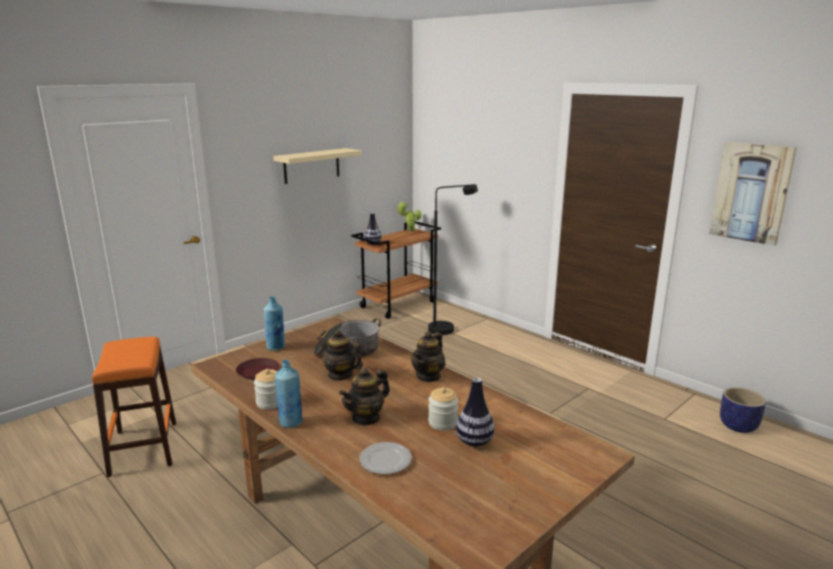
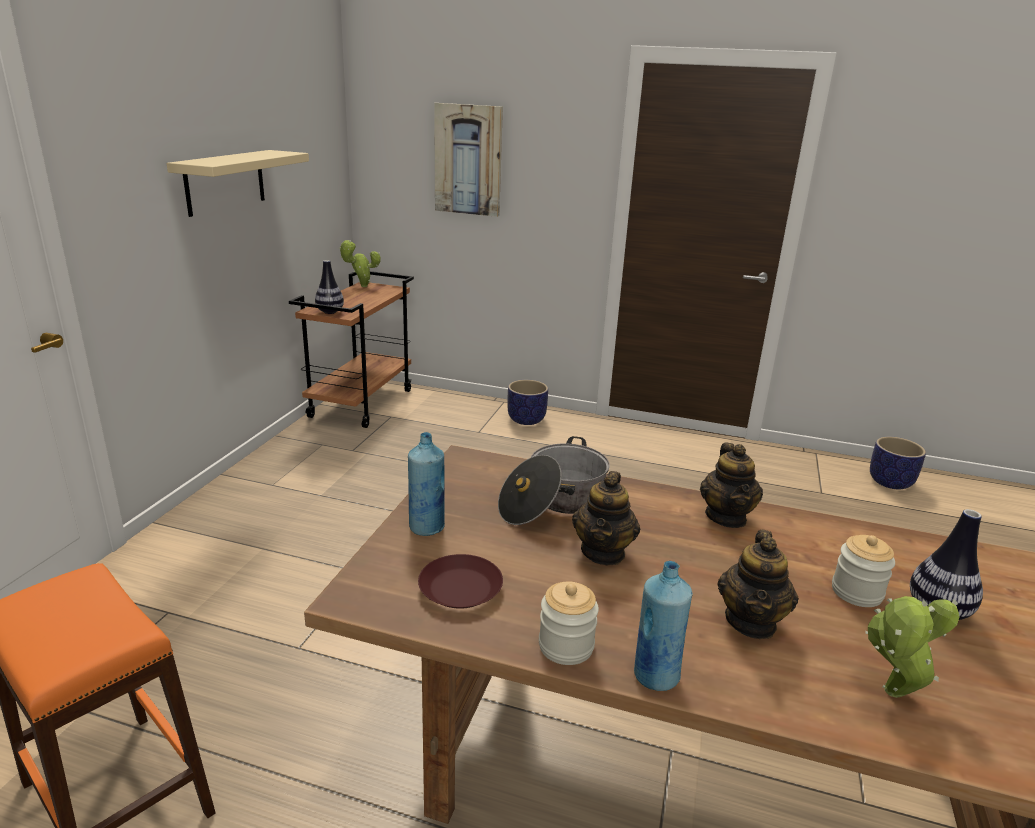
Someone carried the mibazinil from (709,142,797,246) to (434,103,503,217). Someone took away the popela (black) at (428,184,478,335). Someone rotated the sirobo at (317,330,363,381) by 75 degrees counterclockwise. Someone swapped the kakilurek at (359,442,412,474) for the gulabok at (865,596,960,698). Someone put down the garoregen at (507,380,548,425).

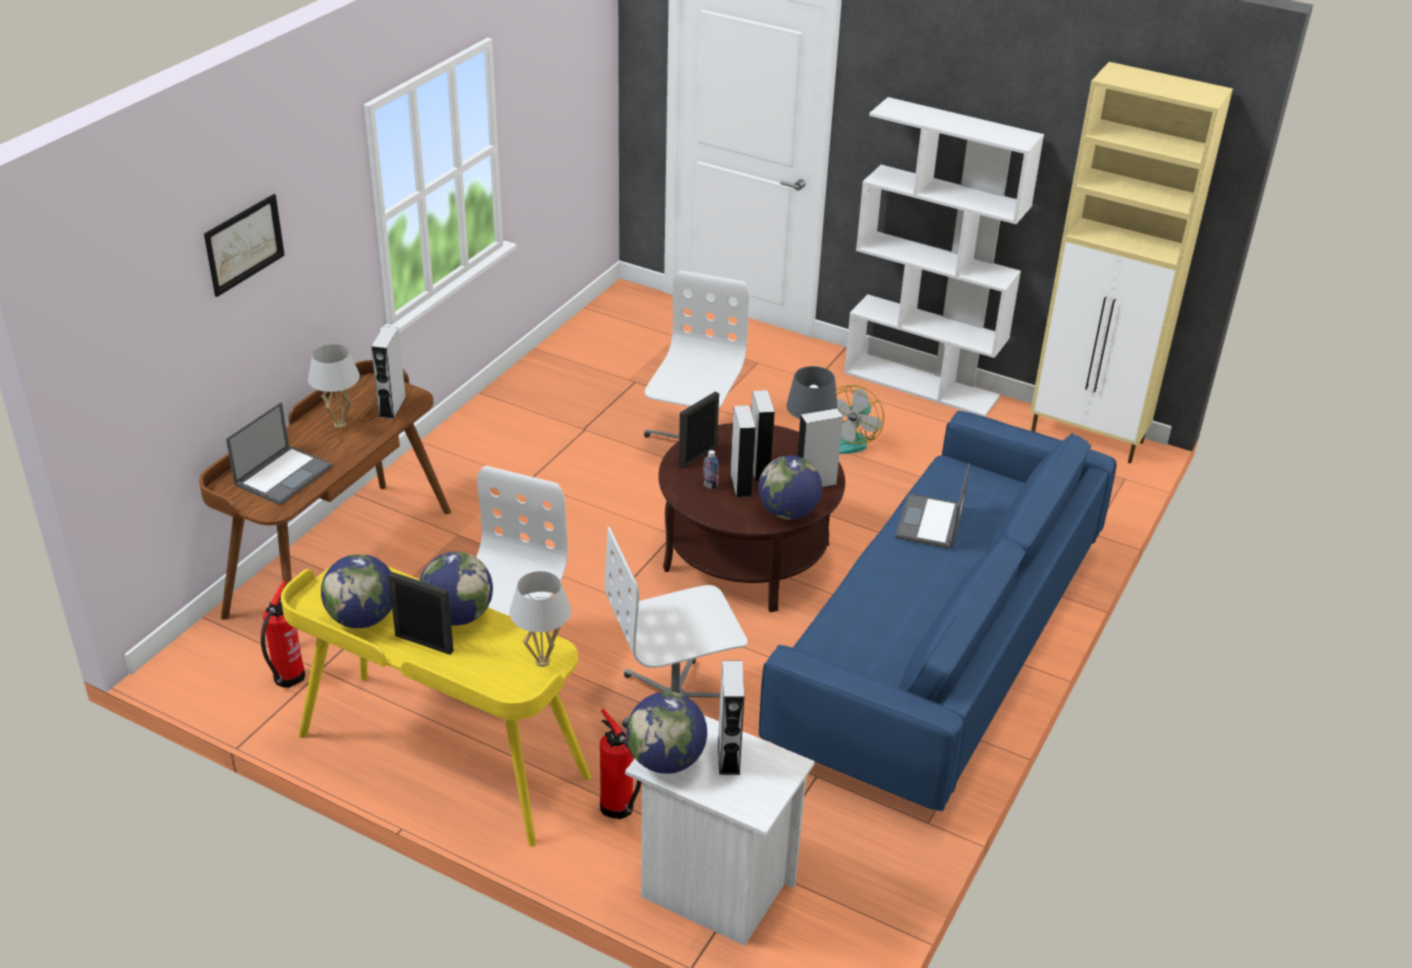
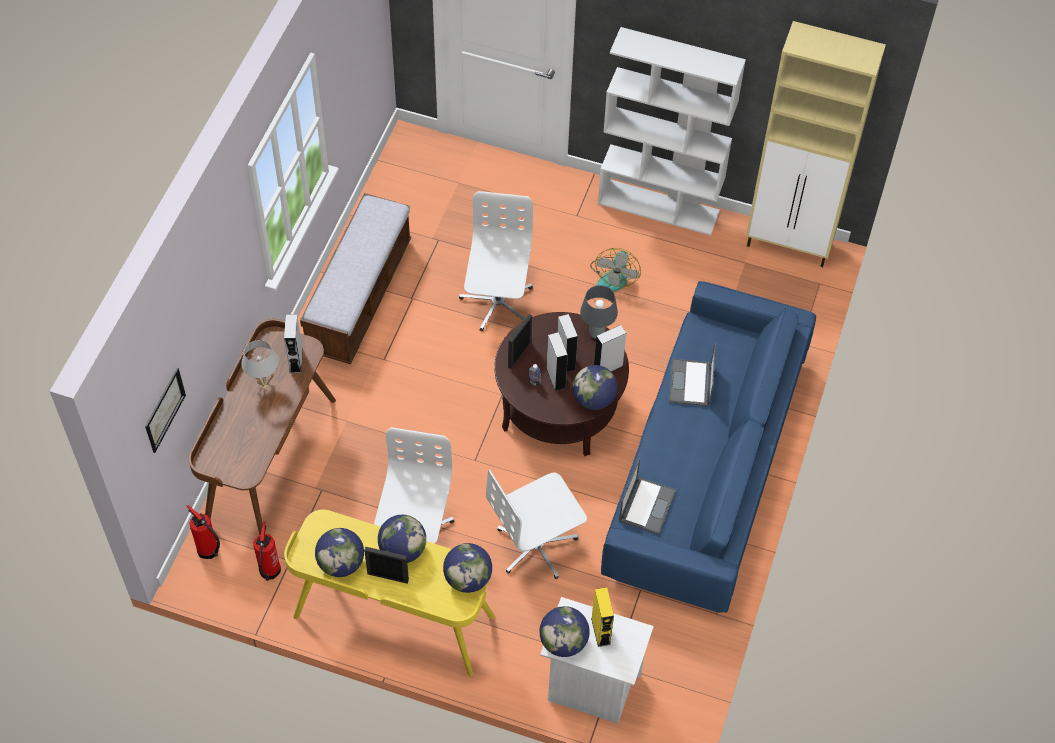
Someone carried the mibazinil from (204,194,285,297) to (145,368,186,453). Someone carried the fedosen from (226,402,333,505) to (619,458,676,535). Someone swapped the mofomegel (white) at (510,571,571,667) for the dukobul at (443,543,492,593). Someone repainted the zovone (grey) at (718,660,744,775), which became the zovone (yellow) at (591,587,614,647). Someone carried the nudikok from (600,709,642,819) to (187,505,220,559). Someone put down the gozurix at (300,193,411,364).

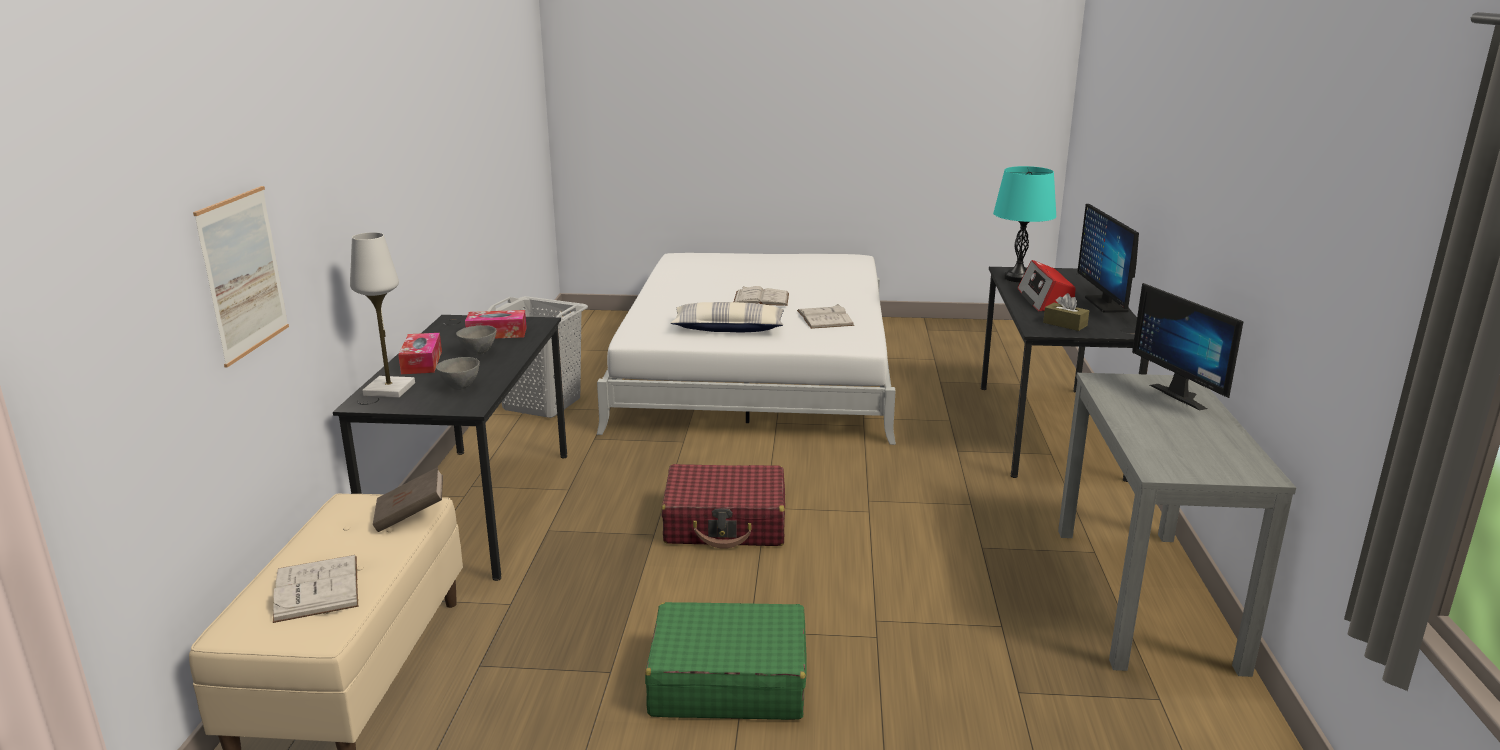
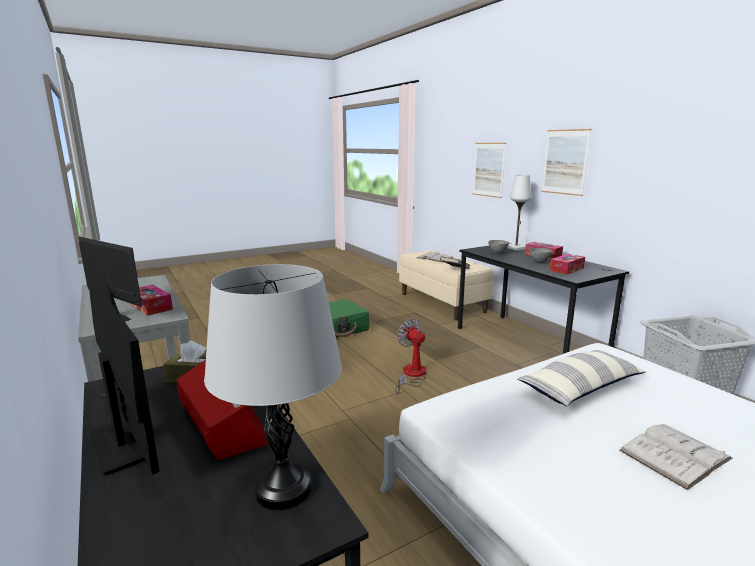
Someone repainted the mofomegel (turquoise) at (993,166,1056,282), which became the mofomegel (grey) at (204,264,342,510). Someone took away the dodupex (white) at (797,304,854,329). Someone swapped the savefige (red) at (661,464,785,549) for the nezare at (395,319,427,394). Someone put up the mibazinil at (541,129,591,196). Someone put down the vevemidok at (130,285,173,316).

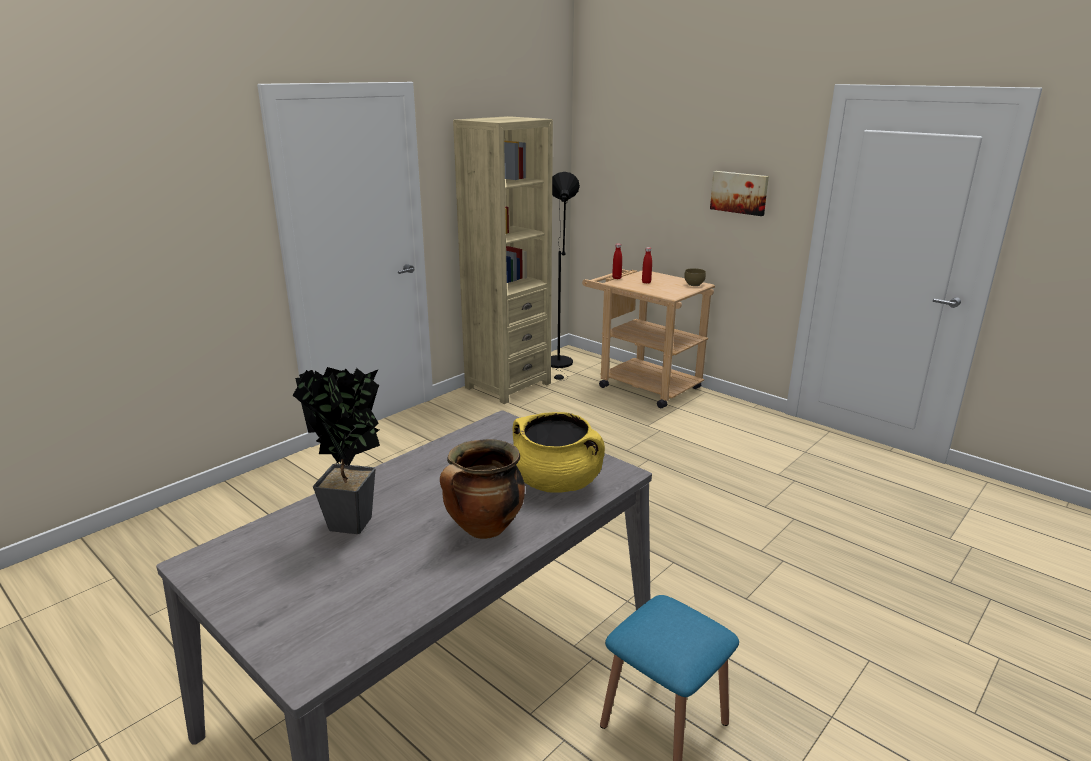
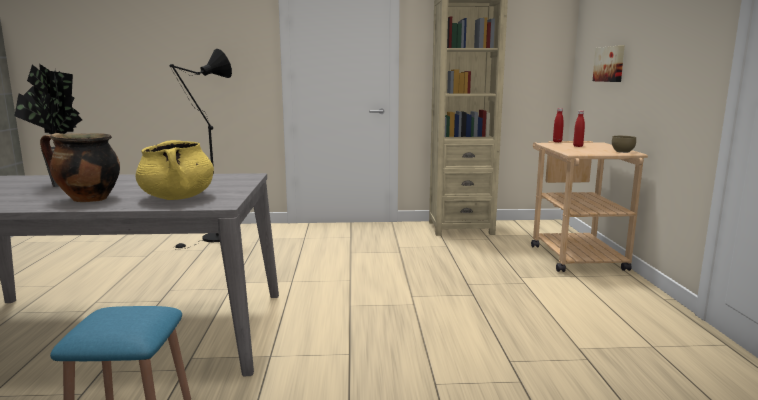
Someone carried the mibazinil from (710,171,769,216) to (593,45,625,82). Someone carried the popela (black) from (551,172,580,381) to (170,49,232,250).

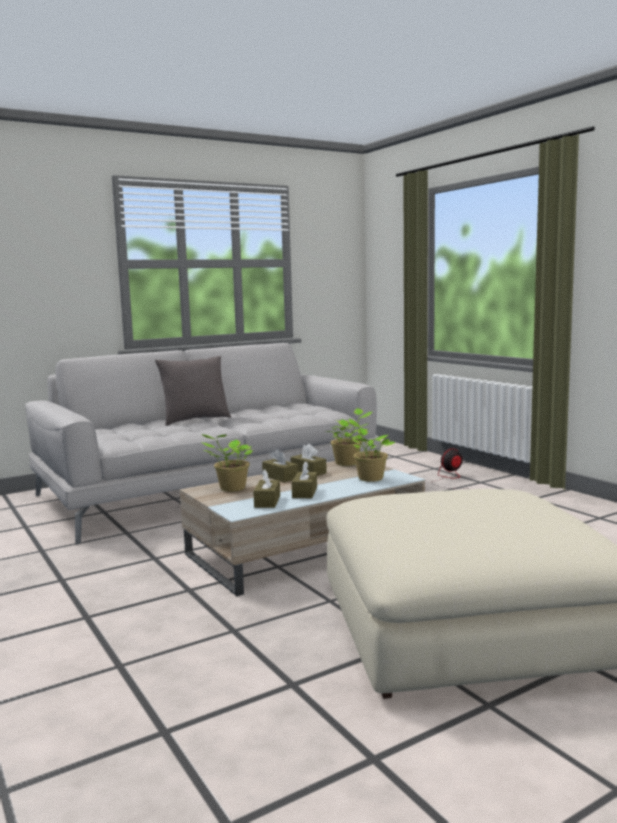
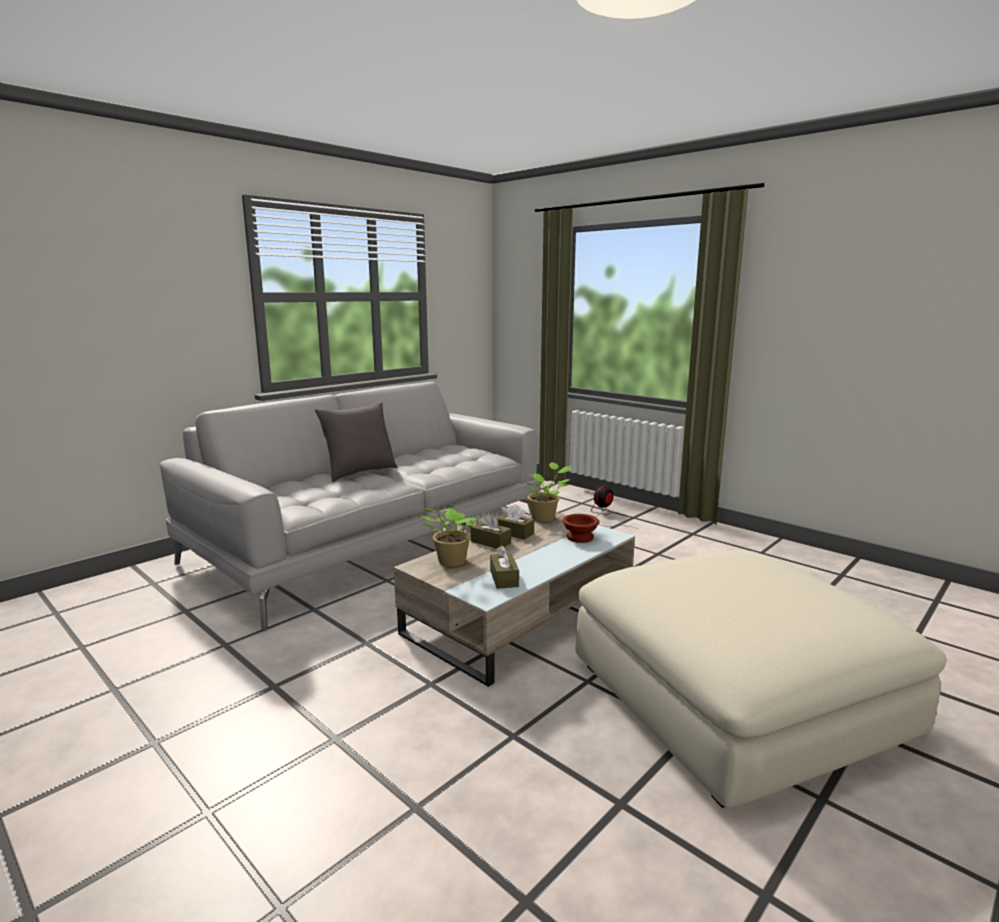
Someone swapped the gulabok at (349,419,396,482) for the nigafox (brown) at (562,514,599,543). Someone took away the vevemidok (brown) at (292,461,317,498).

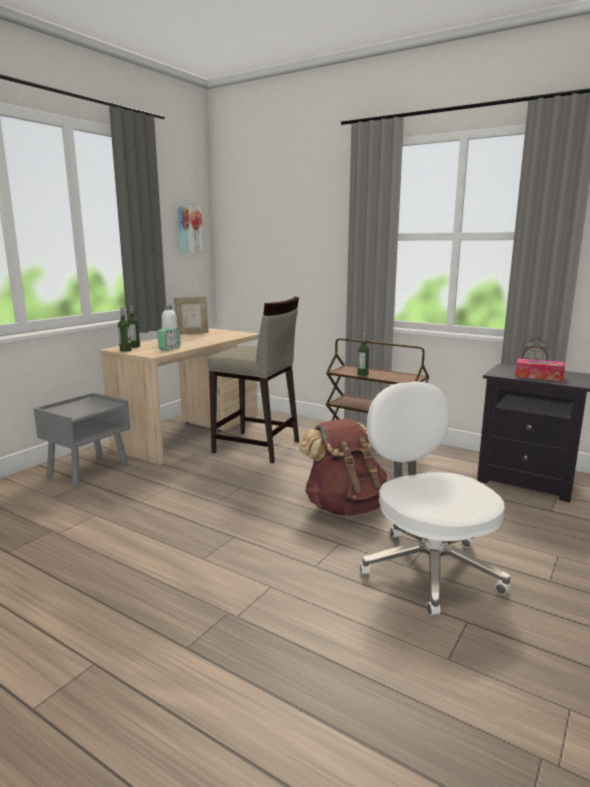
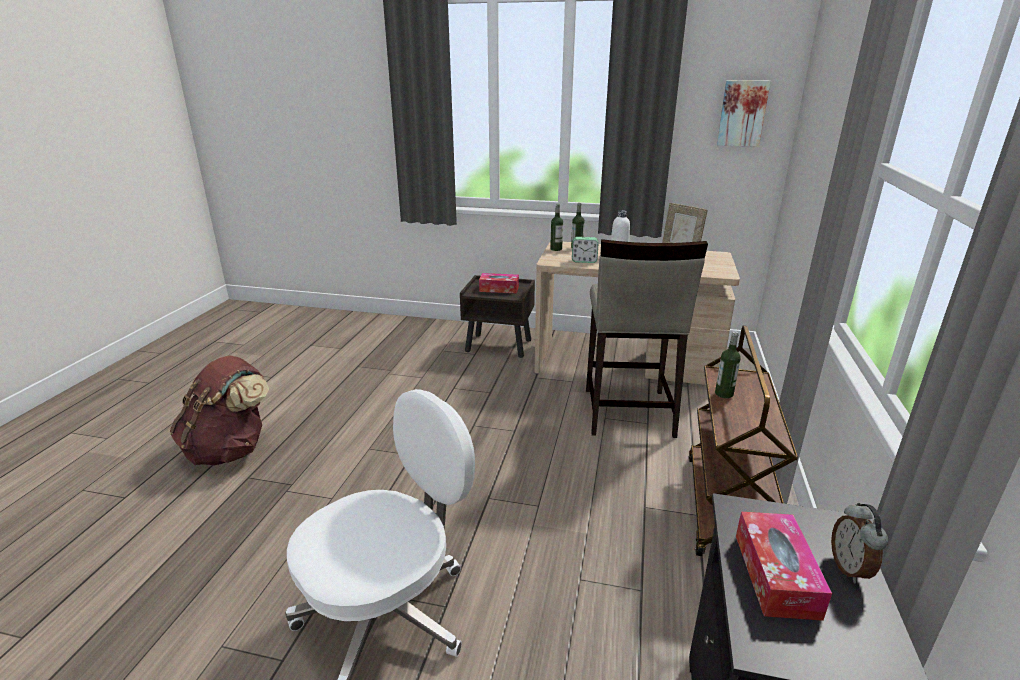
Someone repainted the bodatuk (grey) at (33,393,130,486), which became the bodatuk (brown) at (460,275,535,358). Someone carried the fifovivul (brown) from (299,418,387,516) to (170,355,269,465). Someone put down the vevemidok at (479,273,519,293).

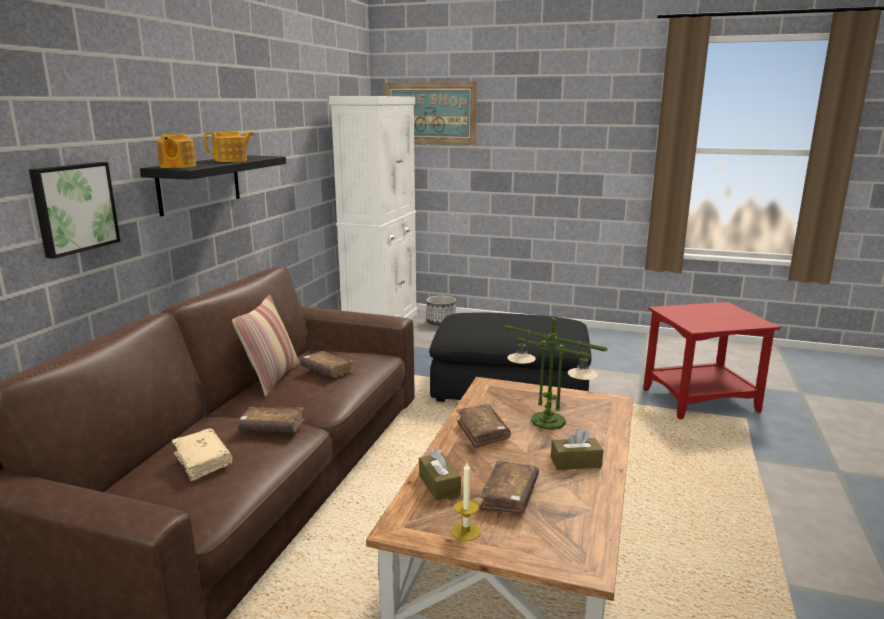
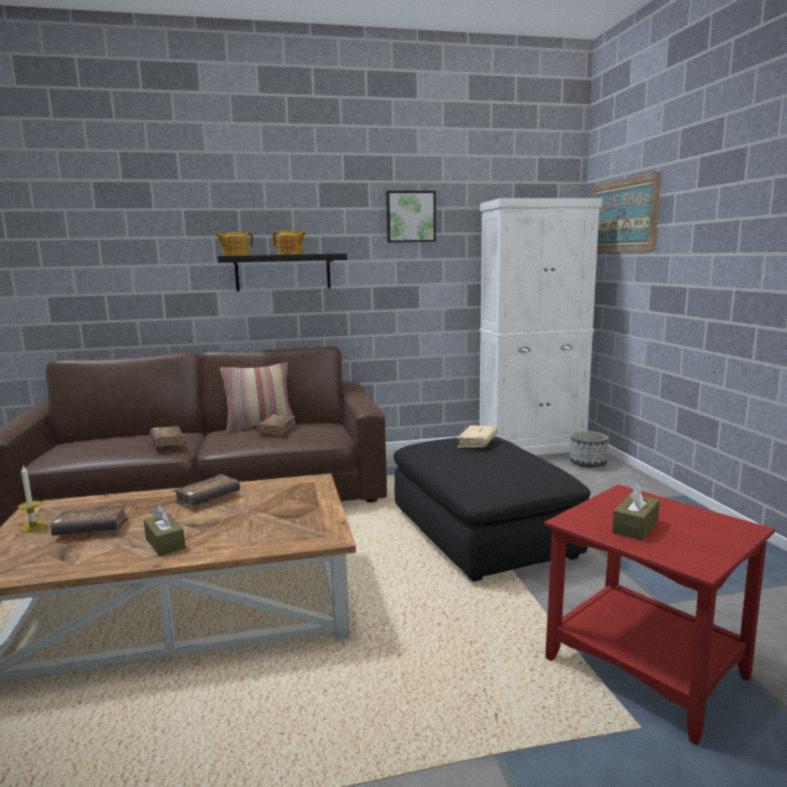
Someone carried the mibazinil from (29,162,120,259) to (386,191,436,243). Someone took away the mofomegel at (503,316,608,430). Someone carried the dodupex (beige) from (172,429,233,481) to (456,425,498,448). Someone carried the vevemidok (brown) from (419,448,461,501) to (612,482,660,541).

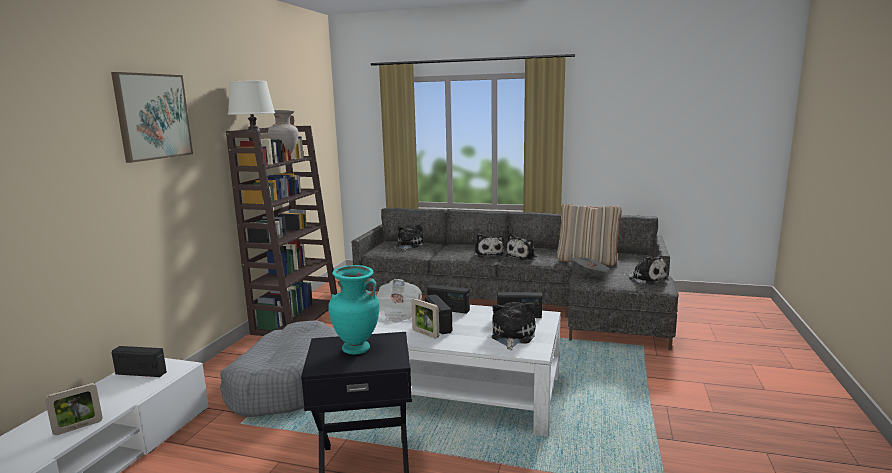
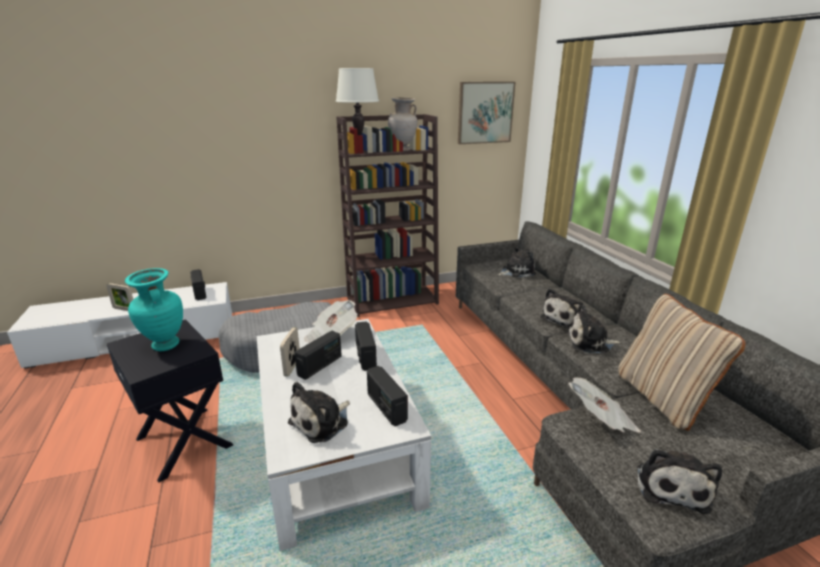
Someone carried the mibazinil from (111,72,193,163) to (458,82,515,144). Someone rotated the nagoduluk at (492,302,536,350) by 150 degrees clockwise.

